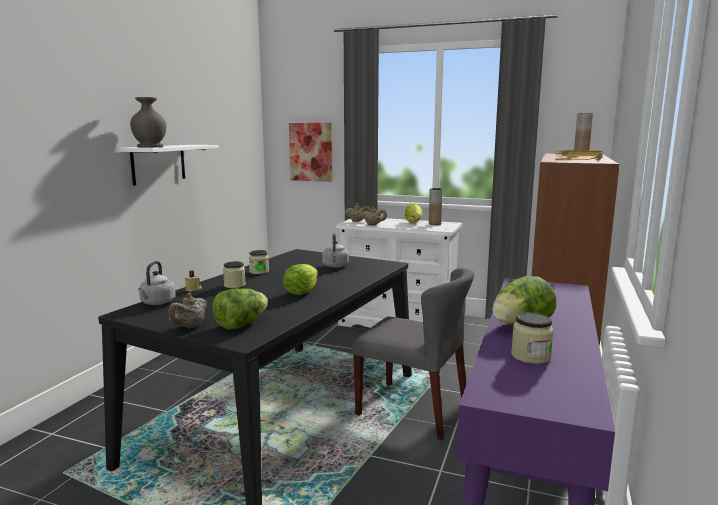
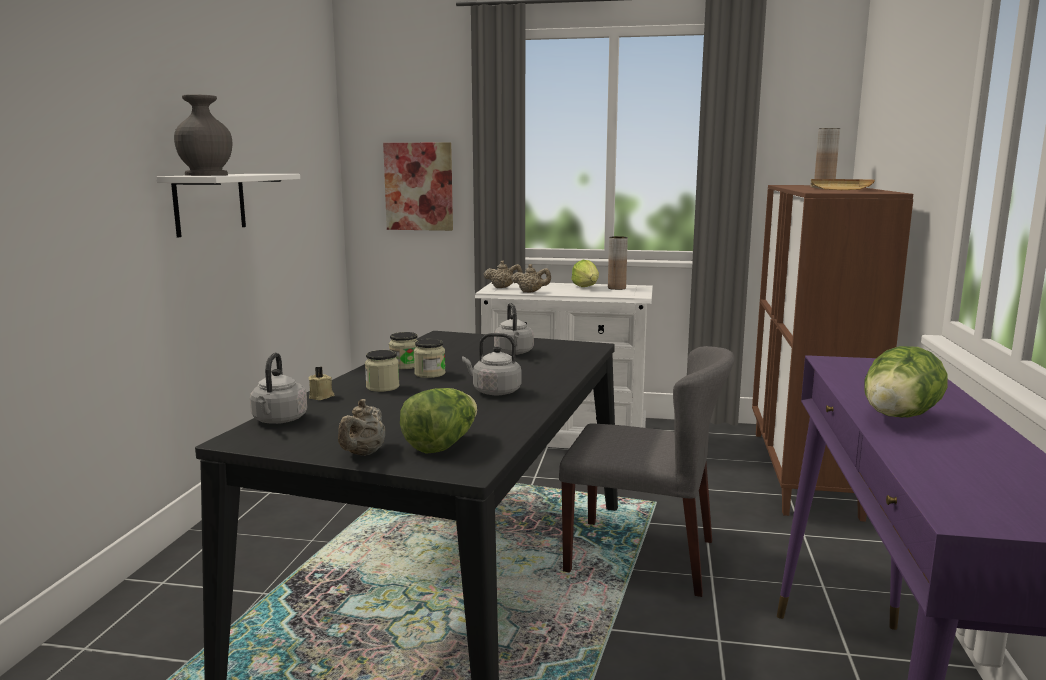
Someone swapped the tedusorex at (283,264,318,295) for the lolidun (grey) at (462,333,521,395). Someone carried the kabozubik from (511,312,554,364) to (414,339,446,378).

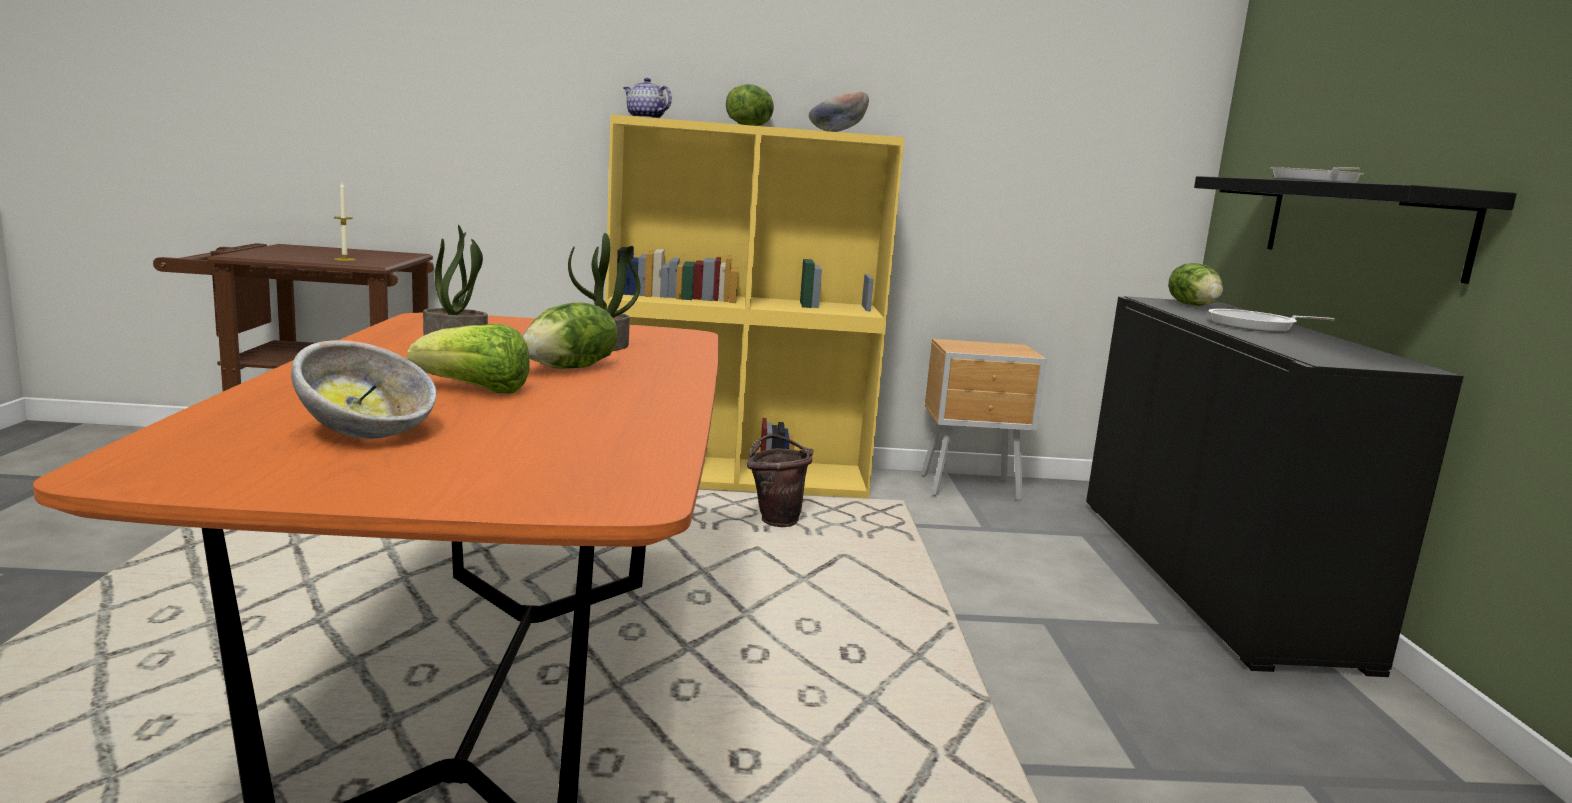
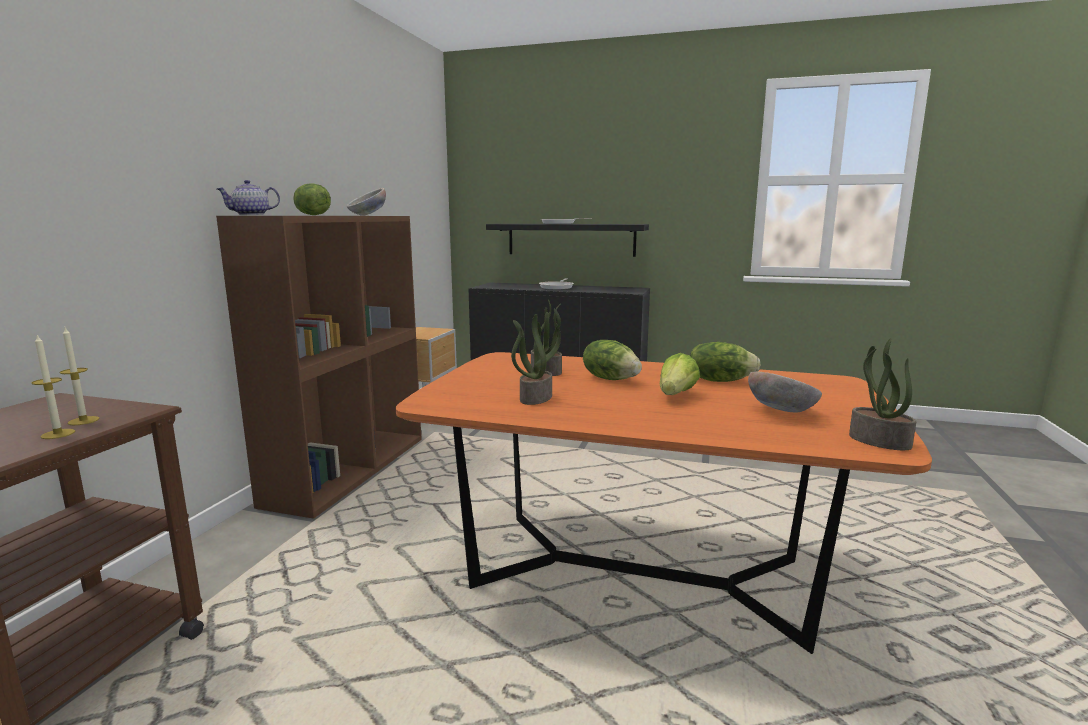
Someone repainted the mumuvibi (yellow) at (605,115,904,498), which became the mumuvibi (brown) at (216,216,422,519). Someone carried the tedusorex from (1168,263,1223,306) to (690,342,761,382). Someone took away the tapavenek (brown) at (747,435,813,527). Someone put down the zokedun at (32,335,75,439). Someone put down the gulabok at (849,338,916,450).

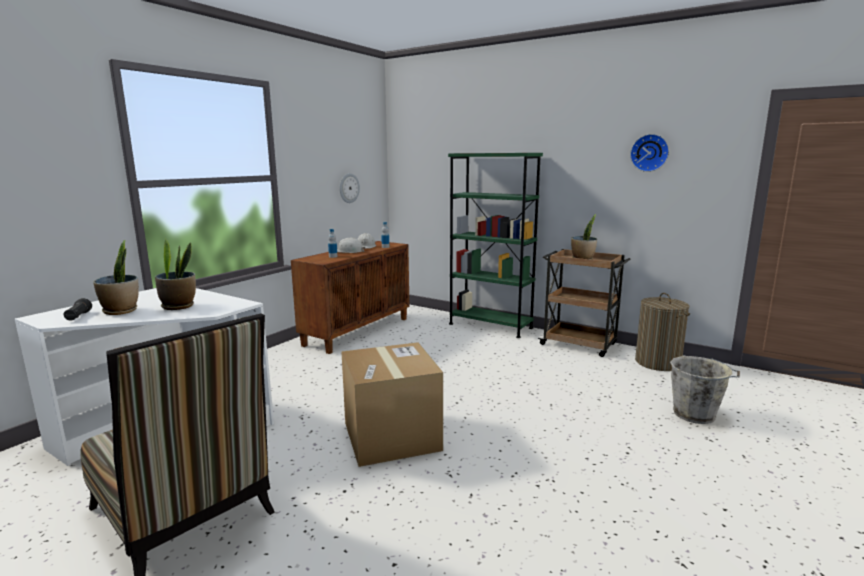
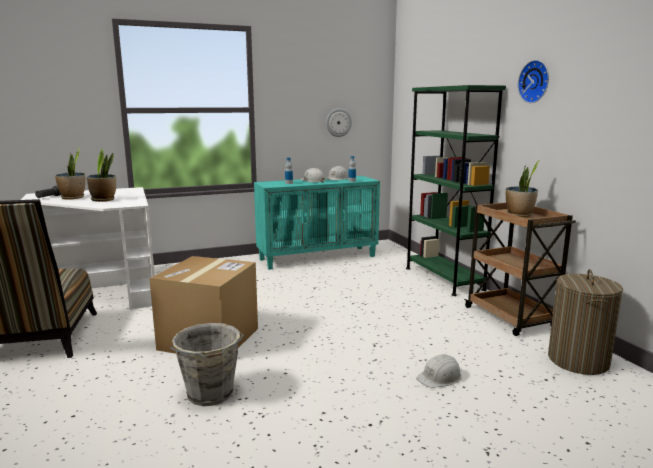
Someone carried the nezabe from (630,134,669,172) to (518,60,549,103). Someone repainted the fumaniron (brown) at (291,241,409,354), which became the fumaniron (turquoise) at (254,176,380,270). Someone carried the tapavenek (grey) from (670,356,740,424) to (170,323,244,406). Someone put down the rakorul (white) at (416,354,462,388).

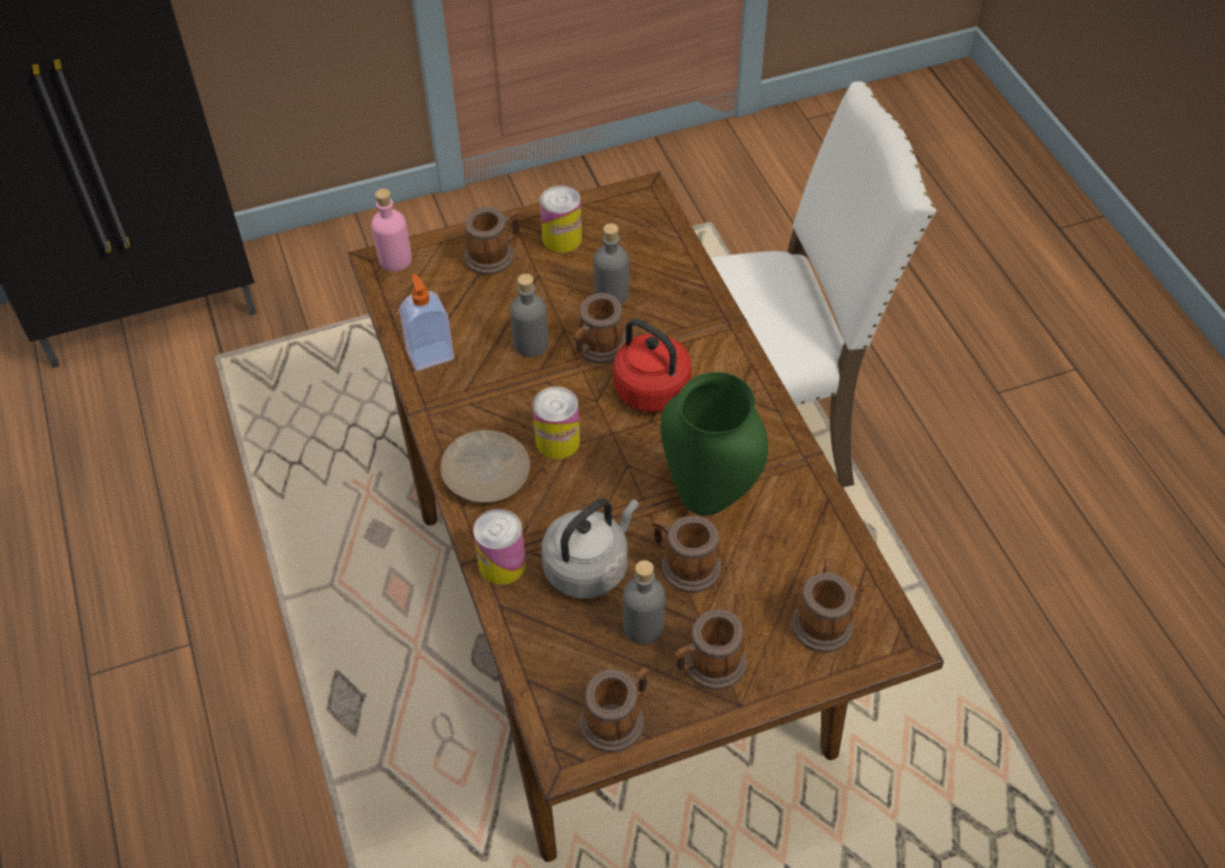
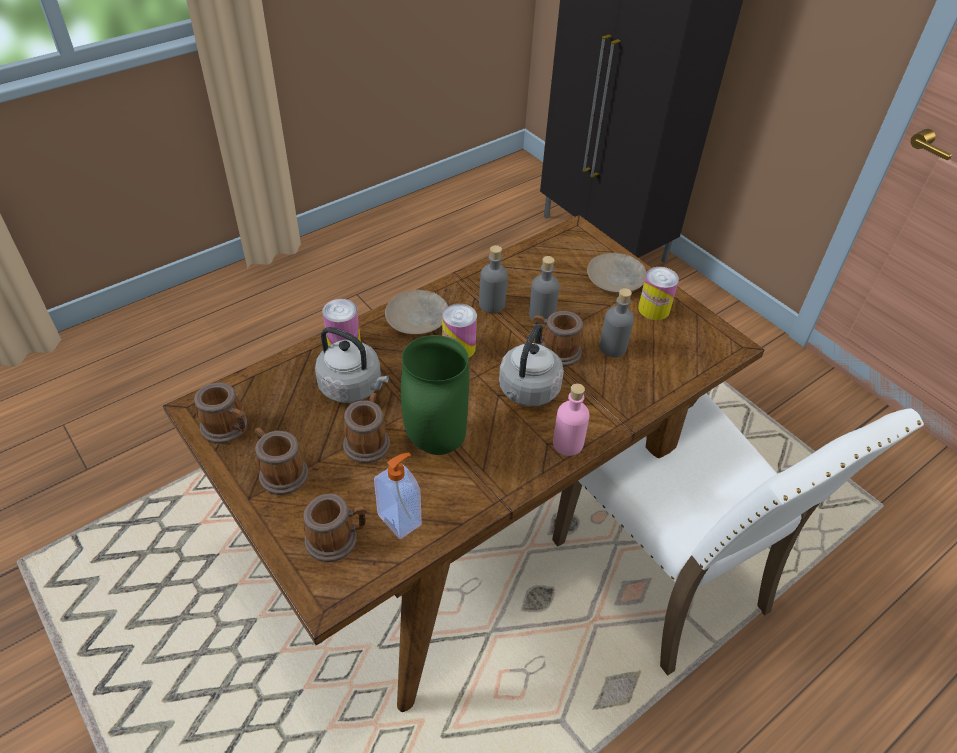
Someone carried the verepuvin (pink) from (371,189,412,271) to (553,383,590,456). Someone swapped the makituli at (464,206,521,275) for the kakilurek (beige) at (587,253,646,293). Someone carried the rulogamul from (399,274,454,371) to (374,453,422,539). Someone repainted the lolidun (red) at (613,319,692,412), which became the lolidun (grey) at (499,324,564,406). Someone carried the verepuvin (grey) from (623,560,665,645) to (479,245,508,313).

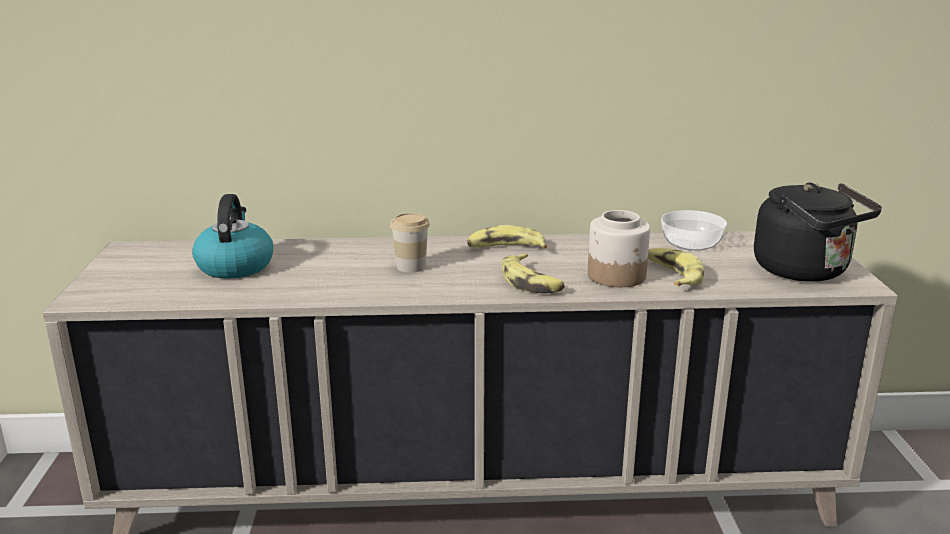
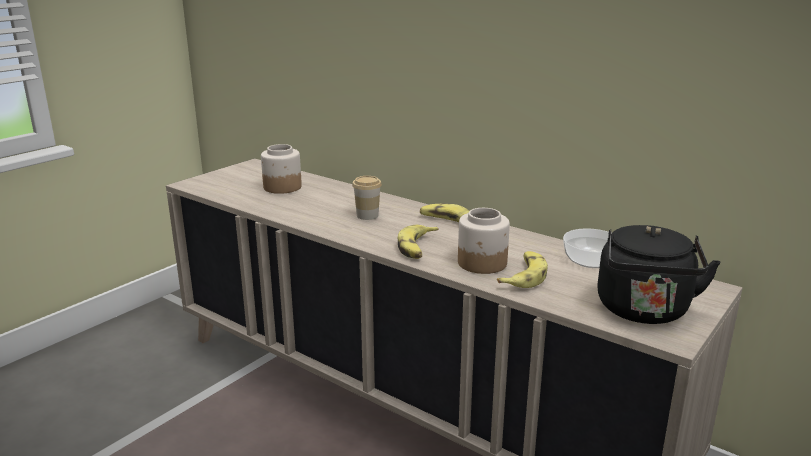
Someone swapped the lolidun at (192,194,273,279) for the kabozubik at (261,144,302,194).

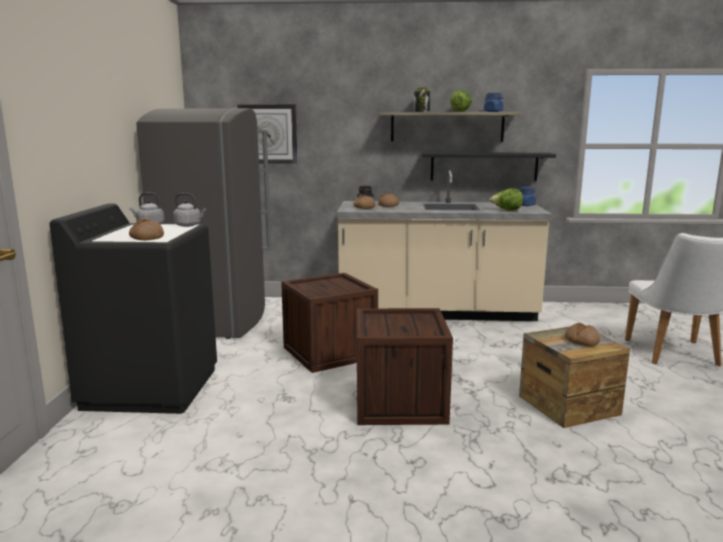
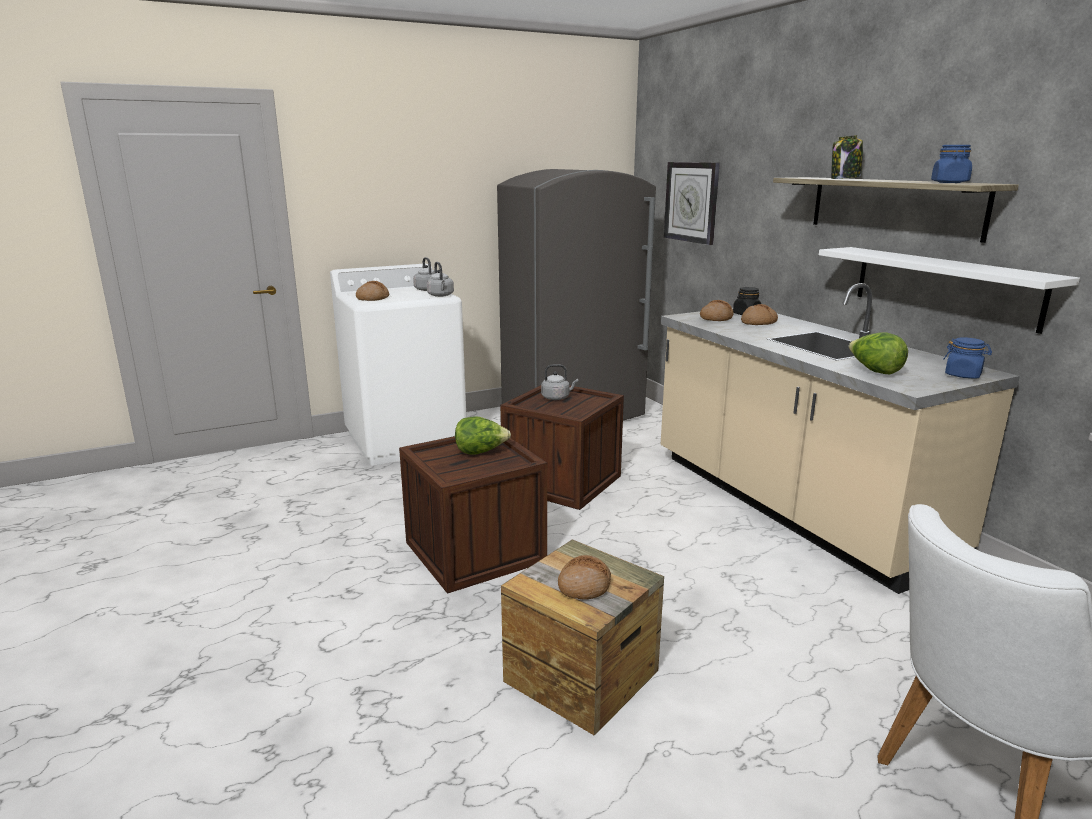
Someone carried the tedusorex from (450,90,472,112) to (455,416,511,455). Someone repainted the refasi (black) at (421,152,556,181), which became the refasi (white) at (819,247,1080,334). Someone repainted the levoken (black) at (50,203,217,414), which became the levoken (white) at (330,264,467,465). Someone put down the lolidun (grey) at (541,364,578,400).

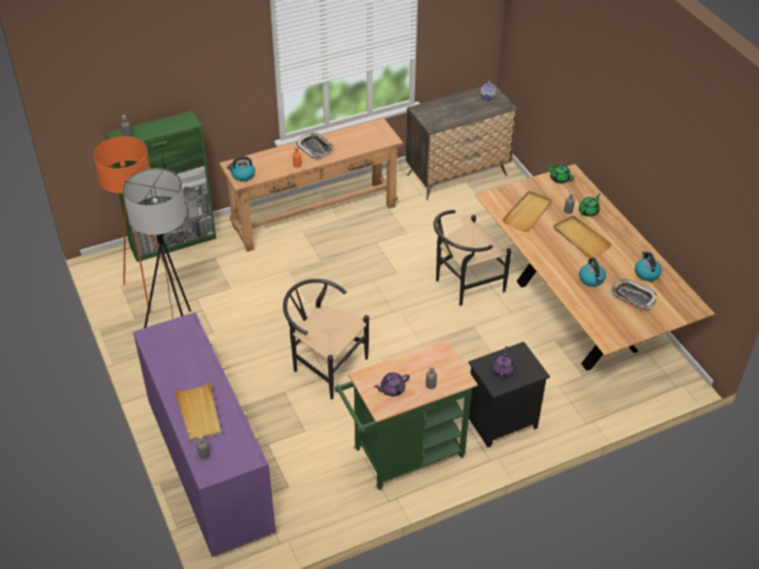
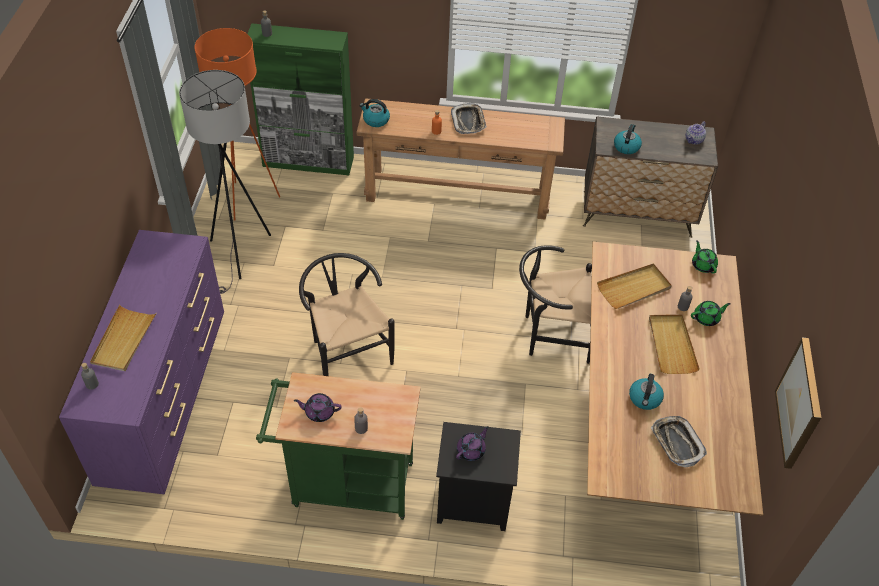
Someone carried the lolidun from (635,251,662,281) to (614,124,642,154). Someone put up the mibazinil at (775,338,822,469).

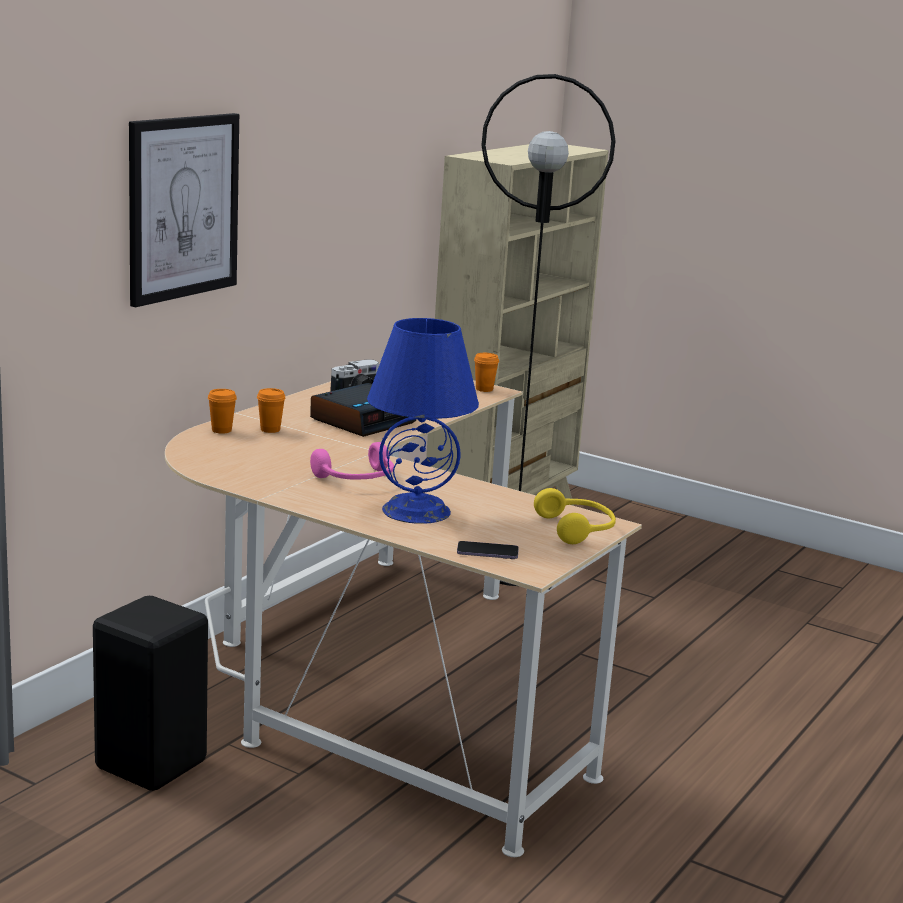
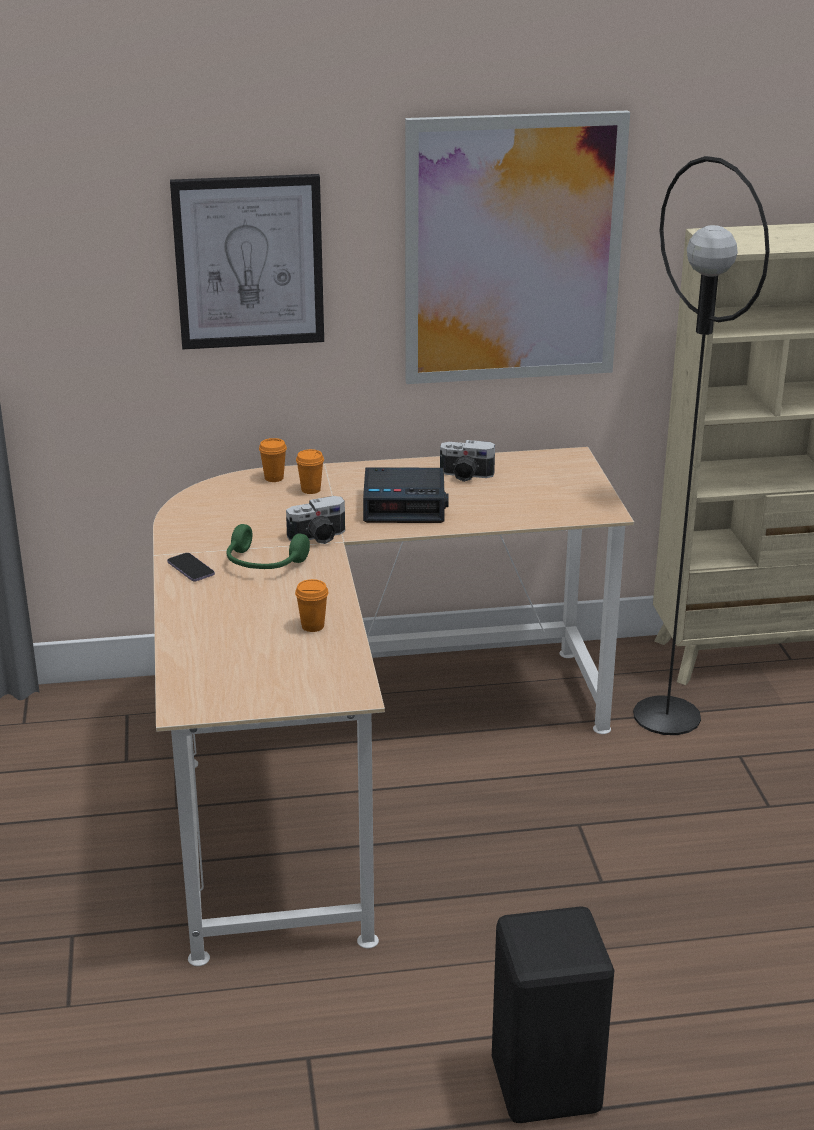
Someone took away the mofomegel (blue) at (367,318,479,524). Someone carried the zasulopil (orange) from (474,353,499,392) to (295,579,329,632). Someone repainted the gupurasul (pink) at (310,442,394,480), which became the gupurasul (green) at (226,524,310,569). Someone took away the gupurasul (yellow) at (534,488,616,544). Someone carried the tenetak from (457,541,519,559) to (167,553,215,581). Someone carried the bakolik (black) from (93,596,208,790) to (492,906,614,1123). Someone put up the mibazinil at (405,110,630,384). Someone put down the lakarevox at (286,496,345,544).

